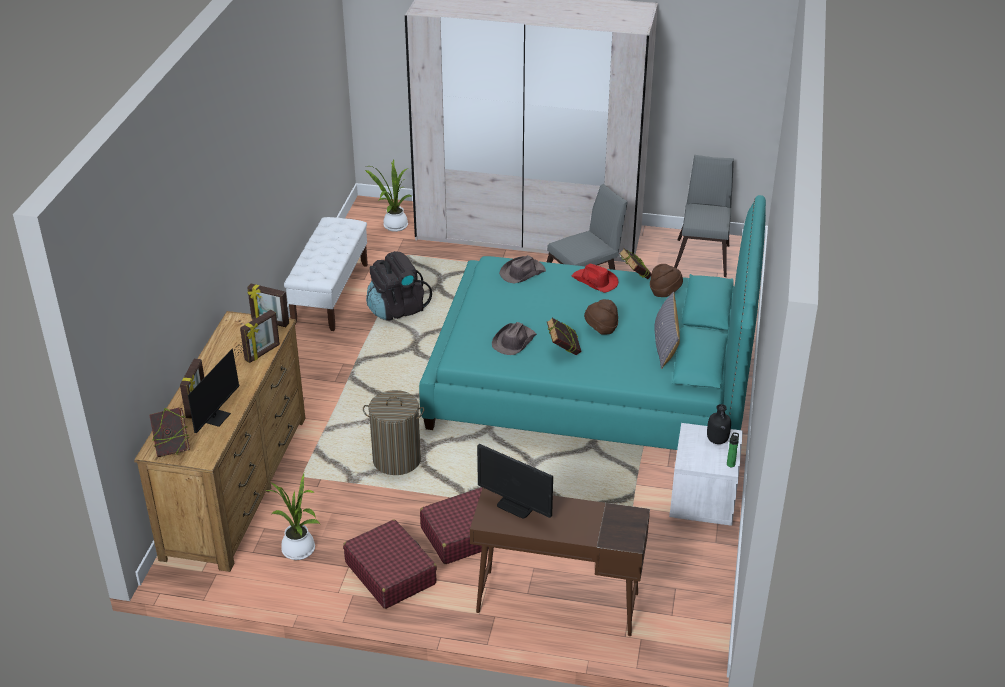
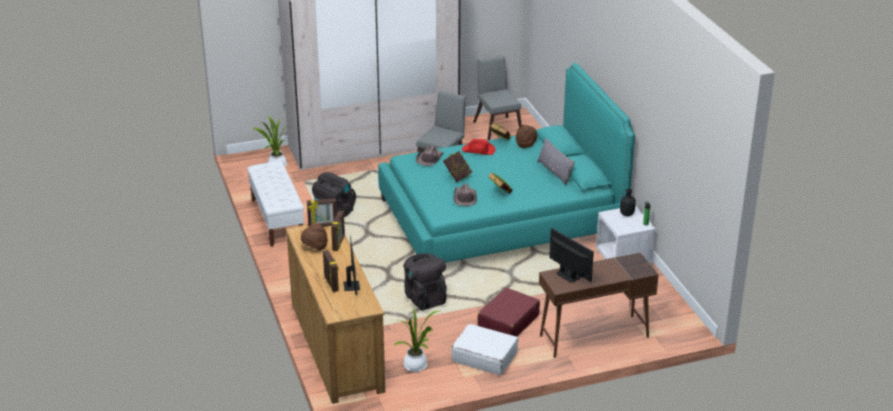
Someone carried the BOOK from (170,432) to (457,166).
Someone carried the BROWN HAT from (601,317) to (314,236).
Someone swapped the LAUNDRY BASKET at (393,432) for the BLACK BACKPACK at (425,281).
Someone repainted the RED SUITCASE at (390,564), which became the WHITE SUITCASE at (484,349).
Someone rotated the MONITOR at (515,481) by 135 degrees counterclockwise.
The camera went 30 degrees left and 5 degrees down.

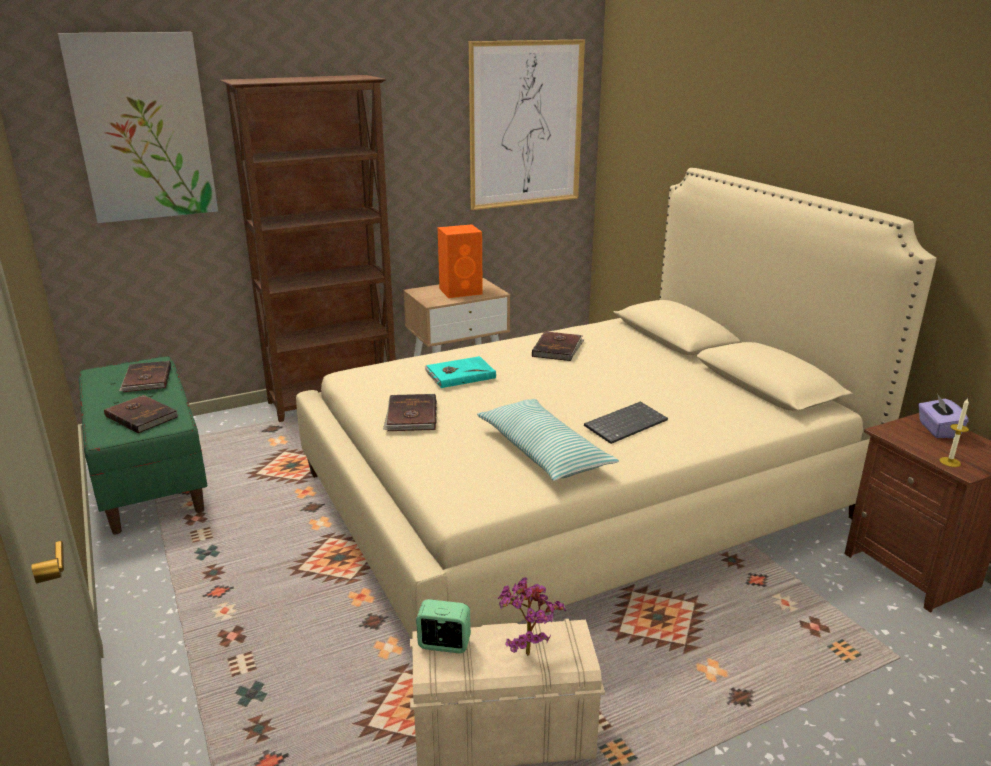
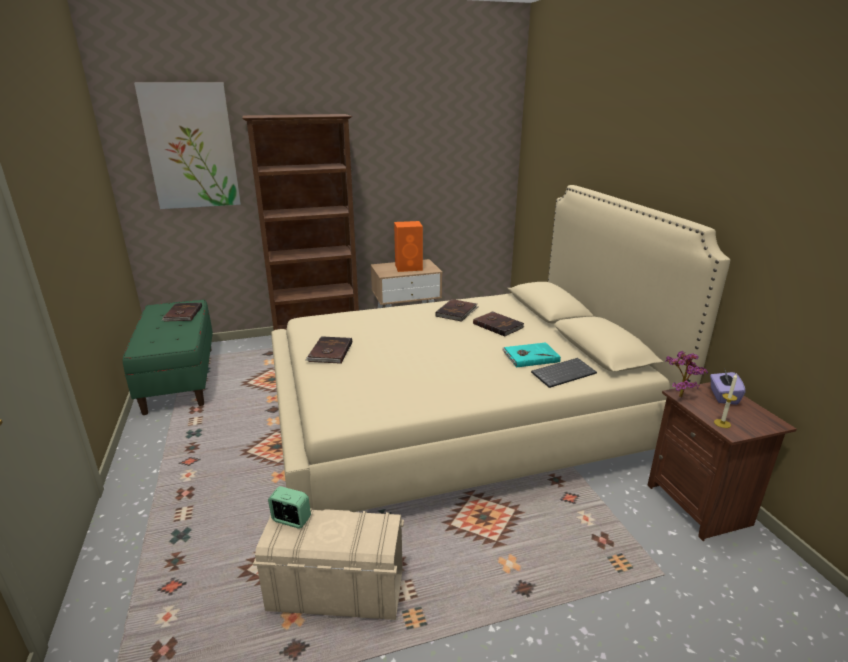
Someone took away the PICTURE at (527,124).
Someone took away the PILLOW at (548,440).
Someone carried the BROWN BOOK from (141,414) to (498,324).
Someone carried the TURQUOISE BOOK from (460,372) to (531,355).
Someone carried the POTTED PLANT from (532,616) to (686,374).
Someone carried the KEYBOARD from (626,422) to (564,373).
The camera went 10 degrees right and 0 degrees up.

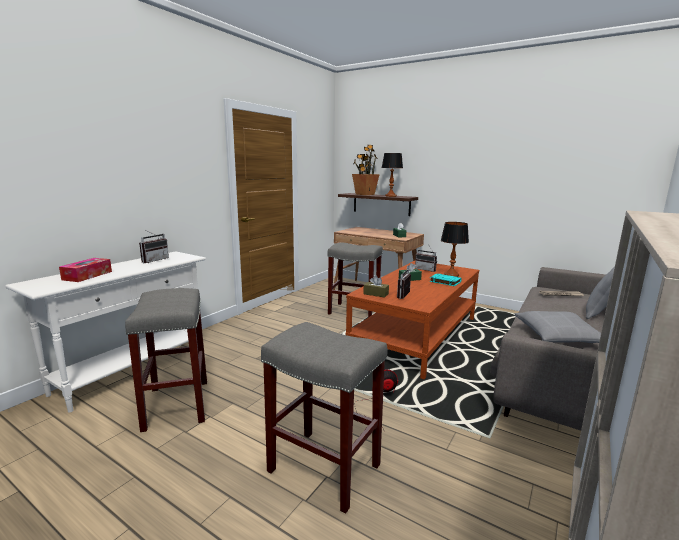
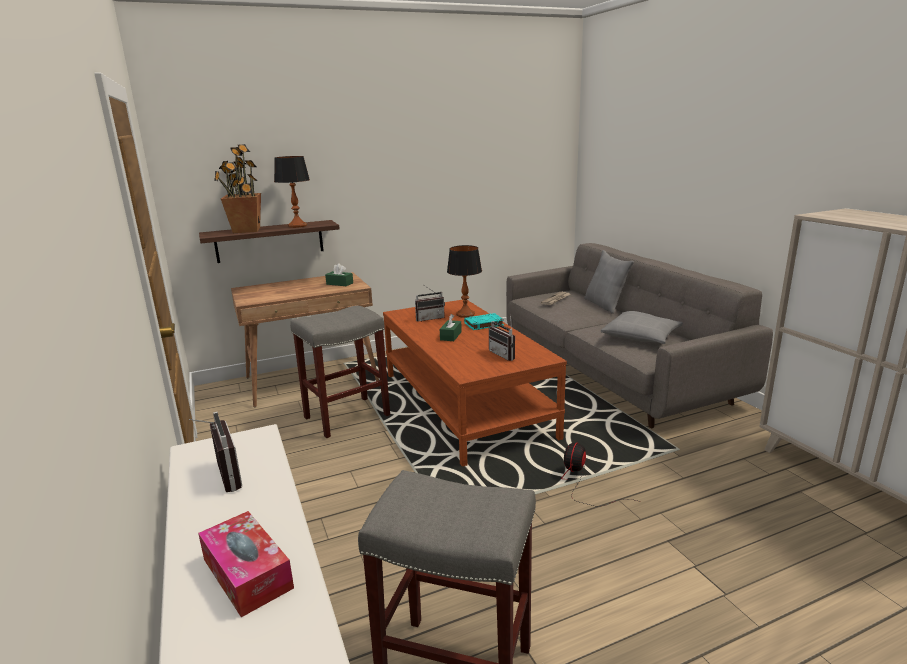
Someone took away the GREY STOOL at (324,418).
Someone took away the BROWN TISSUE BOX at (376,287).
The camera went 55 degrees left and 5 degrees up.

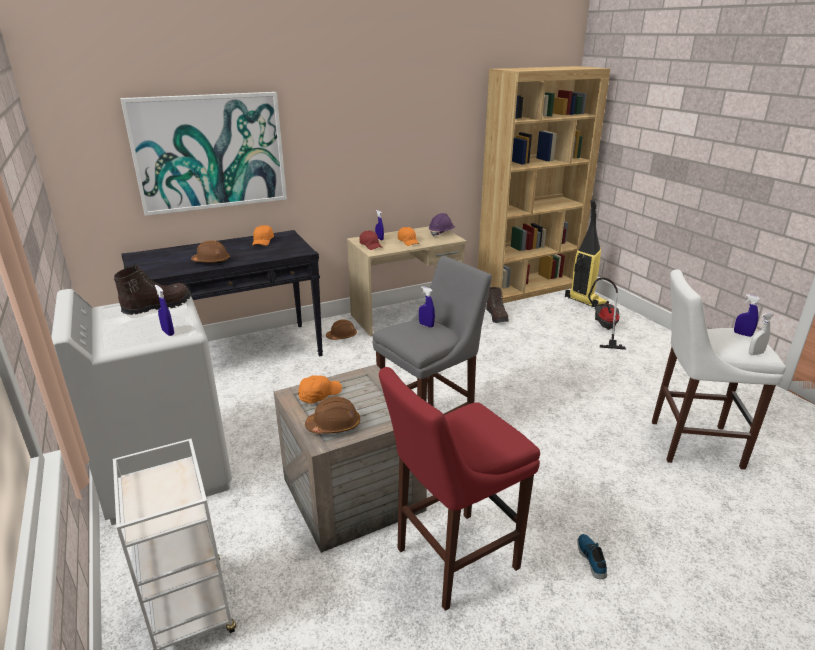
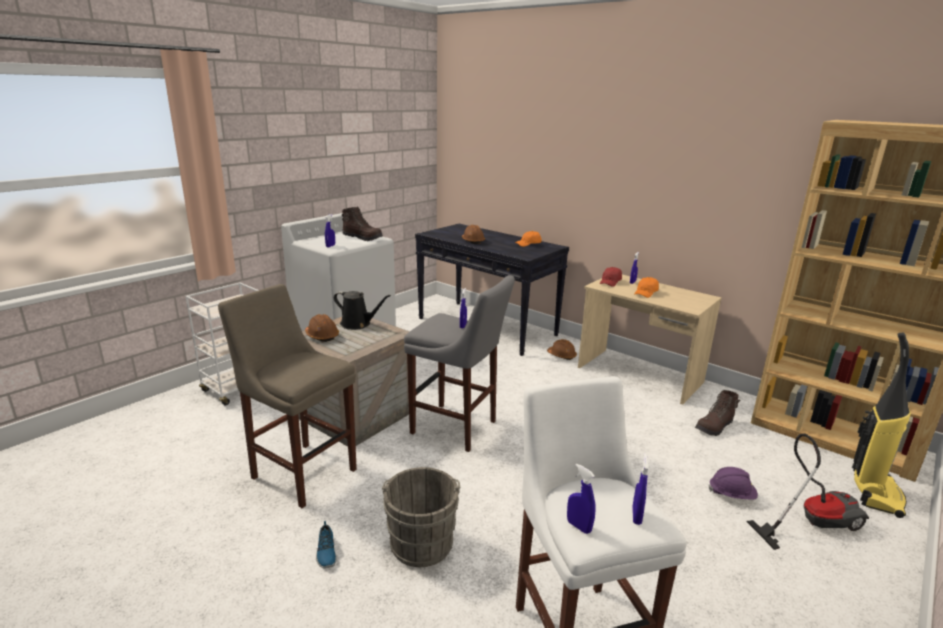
Someone took away the PICTURE at (203,154).
Someone put down the GREY BUCKET at (421,517).
Someone carried the PURPLE HARD HAT from (442,225) to (733,483).
Someone swapped the ORANGE CAP at (320,390) for the BLACK WATERING CAN at (362,310).
Someone repainted the RED STOOL at (459,489), which became the BEIGE STOOL at (287,396).
Someone repainted the WHITE SPRAY BOTTLE at (761,334), which became the BLUE SPRAY BOTTLE at (581,498).
Someone rotated the SHOE at (592,556) by 105 degrees clockwise.
The camera went 65 degrees right and 5 degrees down.

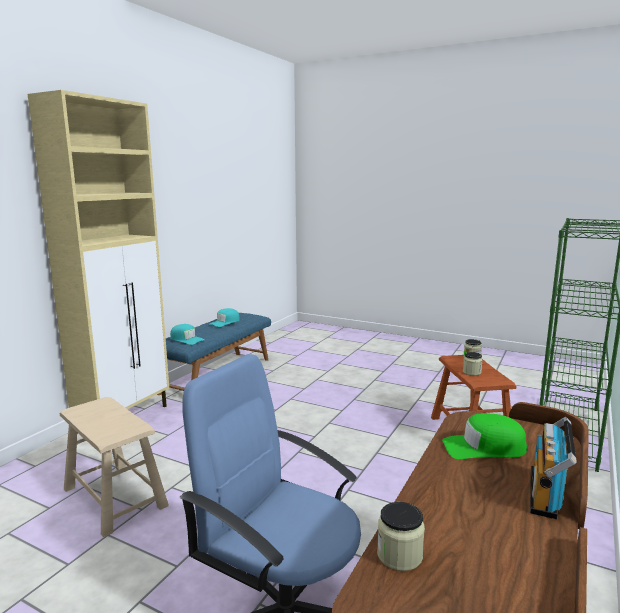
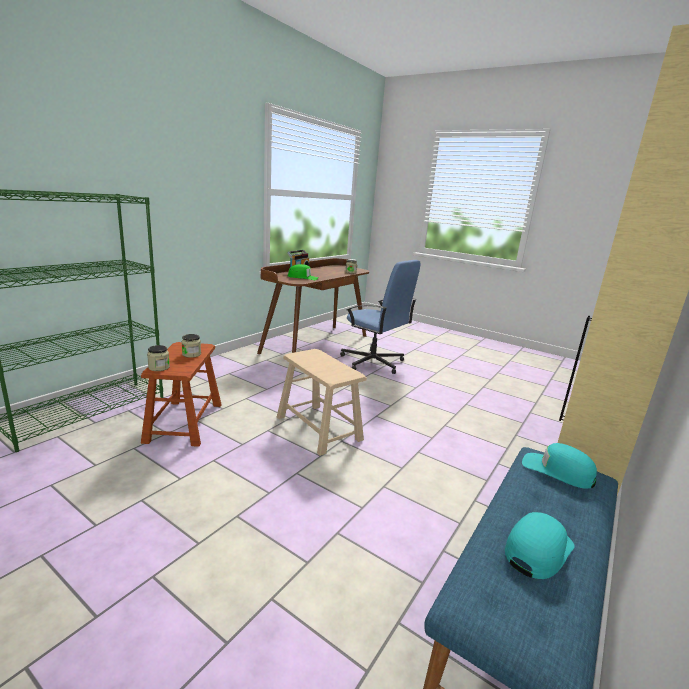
Someone carried the BEIGE STOOL from (114,467) to (322,402).
The camera went 175 degrees left and 5 degrees up.

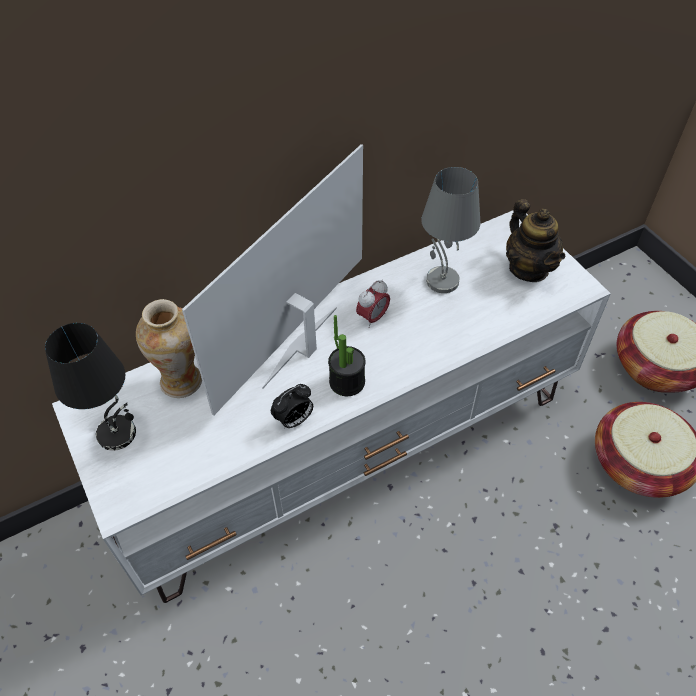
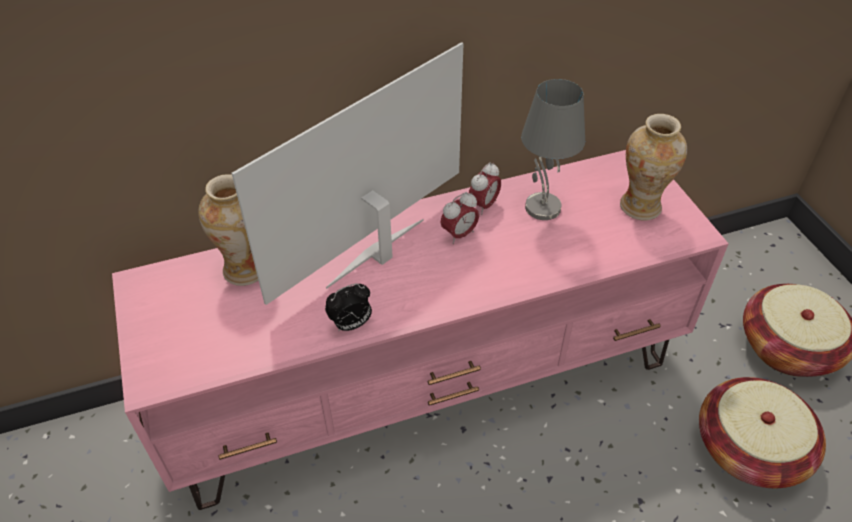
Someone took away the BLACK TABLE LAMP at (90,387).
Someone took away the POTTED PLANT at (347,355).
Someone put down the ALARM CLOCK at (485,188).
Someone swapped the TEAPOT at (535,240) for the VASE at (653,167).
Someone repainted the WHITE TV STAND at (331,406), which became the PINK TV STAND at (420,330).
The camera went 10 degrees right and 5 degrees down.

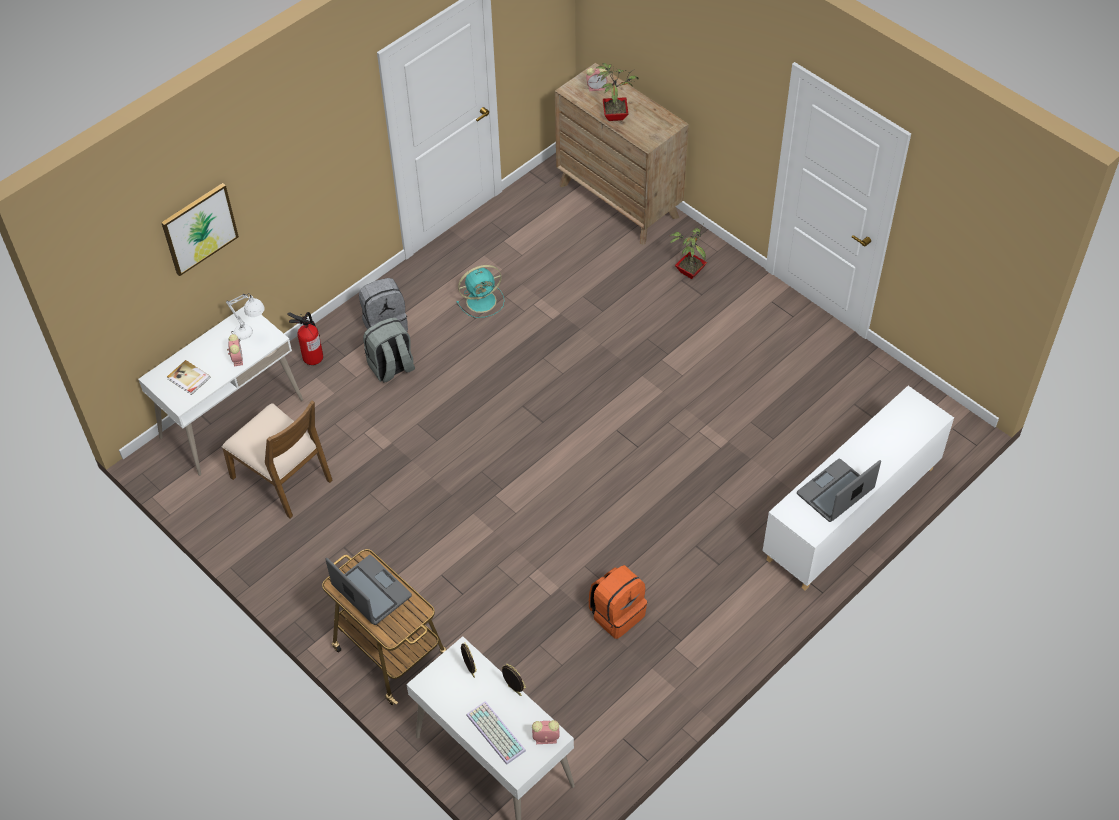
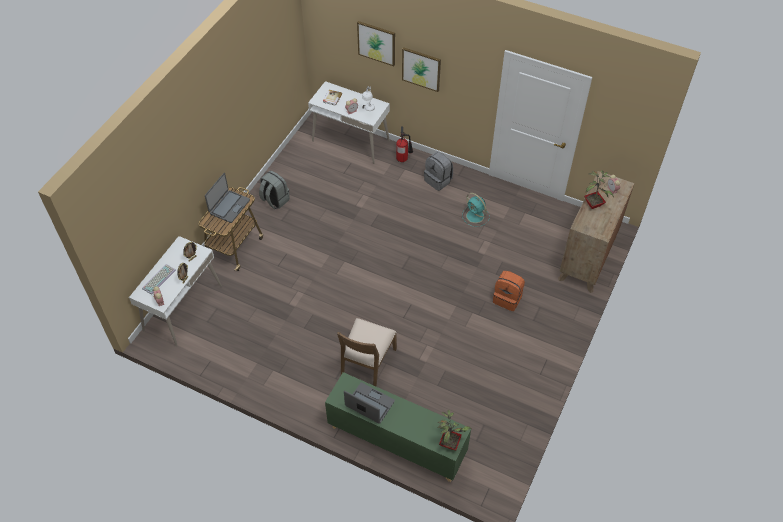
Someone put up the PICTURE at (421,69).
Someone carried the BROWN CHAIR from (277,459) to (367,352).
Someone carried the GREY BACKPACK from (389,350) to (274,190).
Someone carried the ORANGE BACKPACK from (618,602) to (509,291).
Someone carried the POTTED PLANT from (688,251) to (454,430).
Someone repainted the WHITE CABINET at (858,488), which became the GREEN CABINET at (398,427).
The camera went 70 degrees right and 0 degrees up.

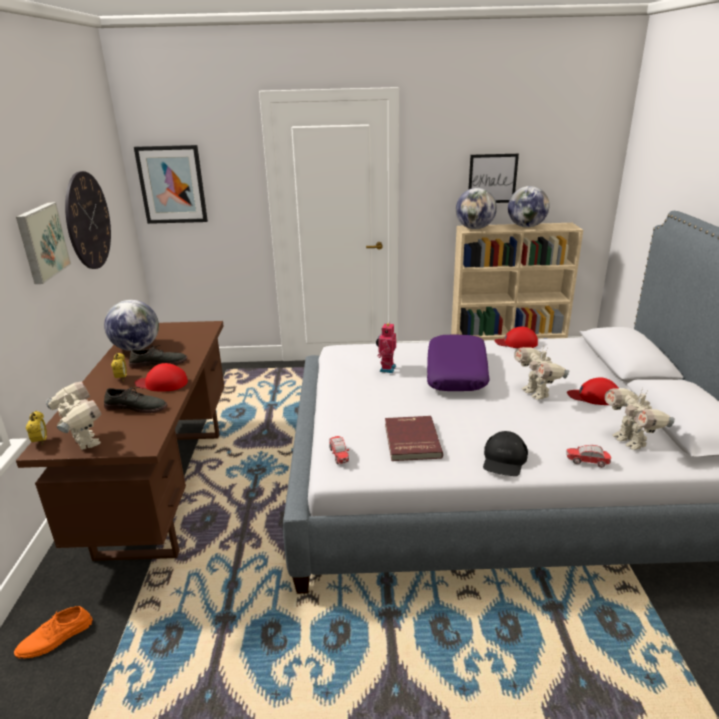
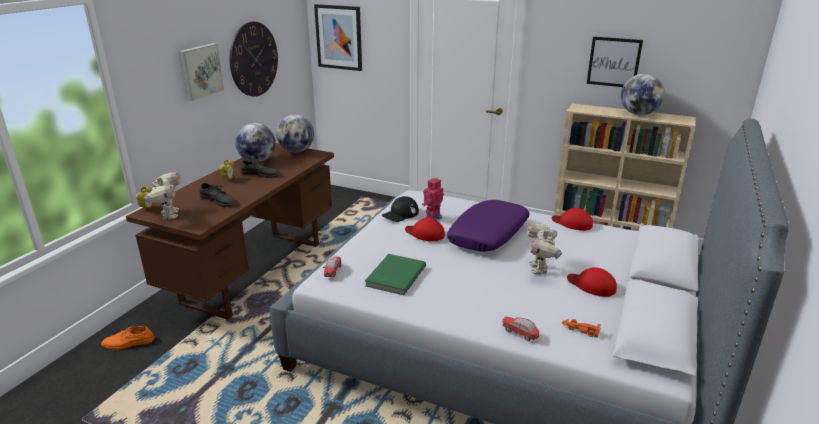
Someone carried the RED CAP from (161,377) to (425,230).
Someone carried the GLOBE from (476,208) to (295,134).
Someone carried the BLACK CAP from (505,453) to (400,209).
Someone swapped the TOY ROBOT at (640,419) for the ORANGE TOY CAR at (581,328).
Someone repainted the RED BOOK at (414,438), which became the GREEN BOOK at (395,274).
The camera went 25 degrees right and 0 degrees up.

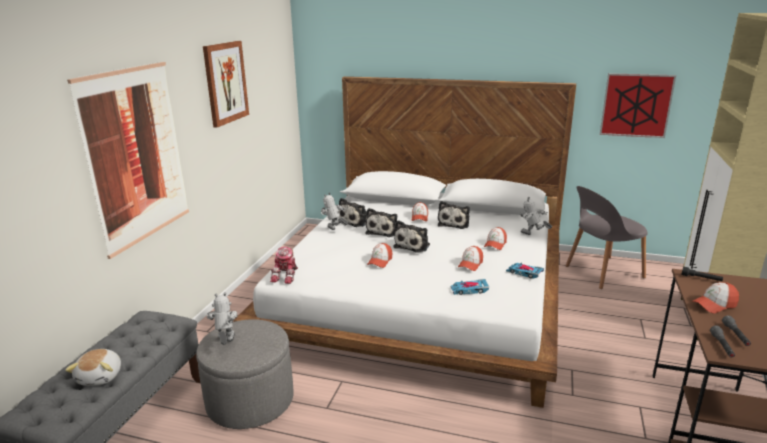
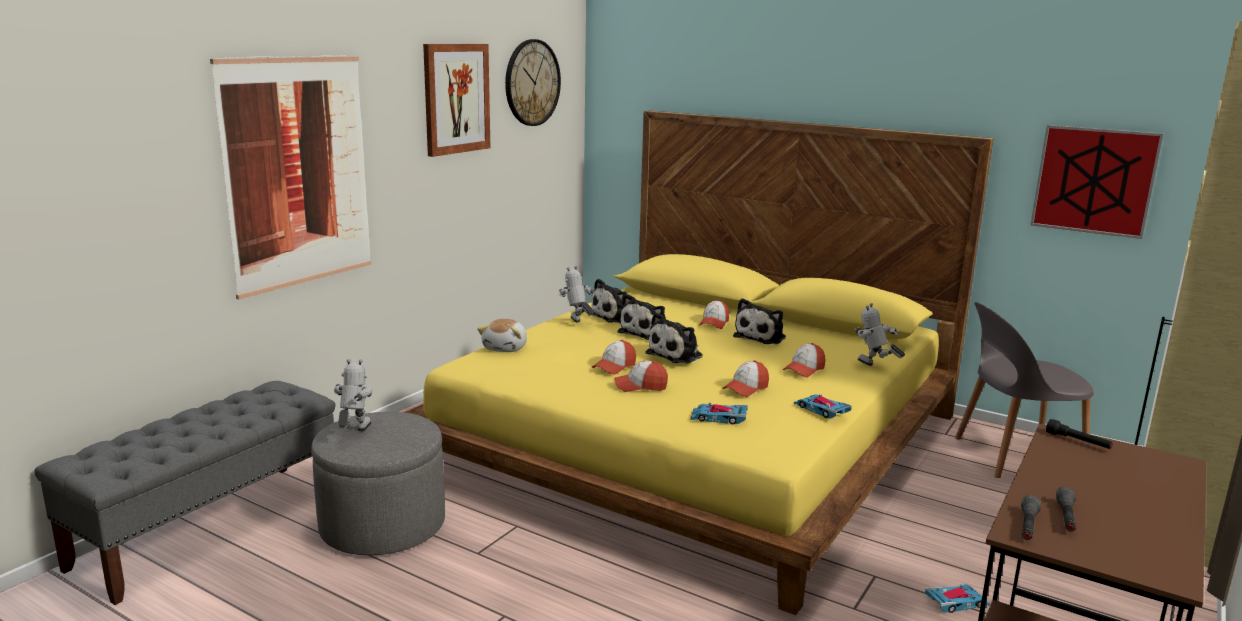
Someone took away the TOY ROBOT at (284,265).
Someone put up the WALL CLOCK at (533,82).
Someone put down the TOY CAR at (957,598).
Someone carried the PLUSH TOY from (93,367) to (502,335).
Someone carried the CAP from (715,297) to (641,376).
Someone repainted the WHITE BED at (404,242), which became the YELLOW BED at (698,362).
The camera went 15 degrees right and 5 degrees down.

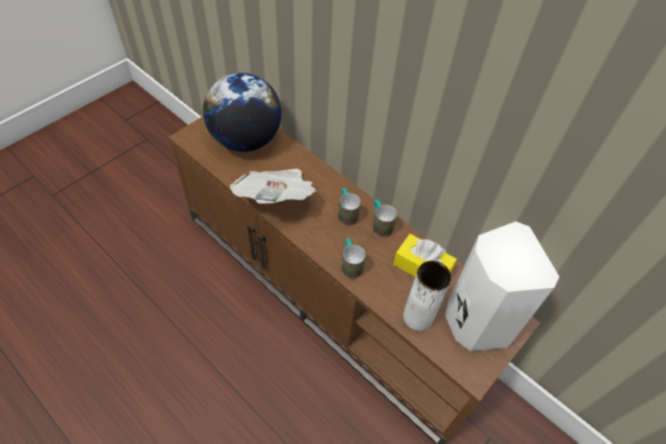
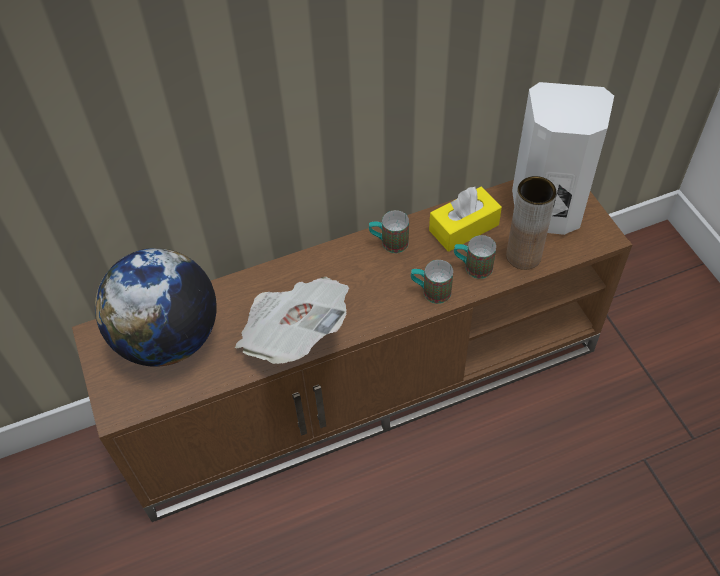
Someone carried the MUG from (349,207) to (475,257).
Someone repainted the WHITE VASE at (427,296), which became the BROWN VASE at (531,223).
The camera went 60 degrees left and 0 degrees up.

